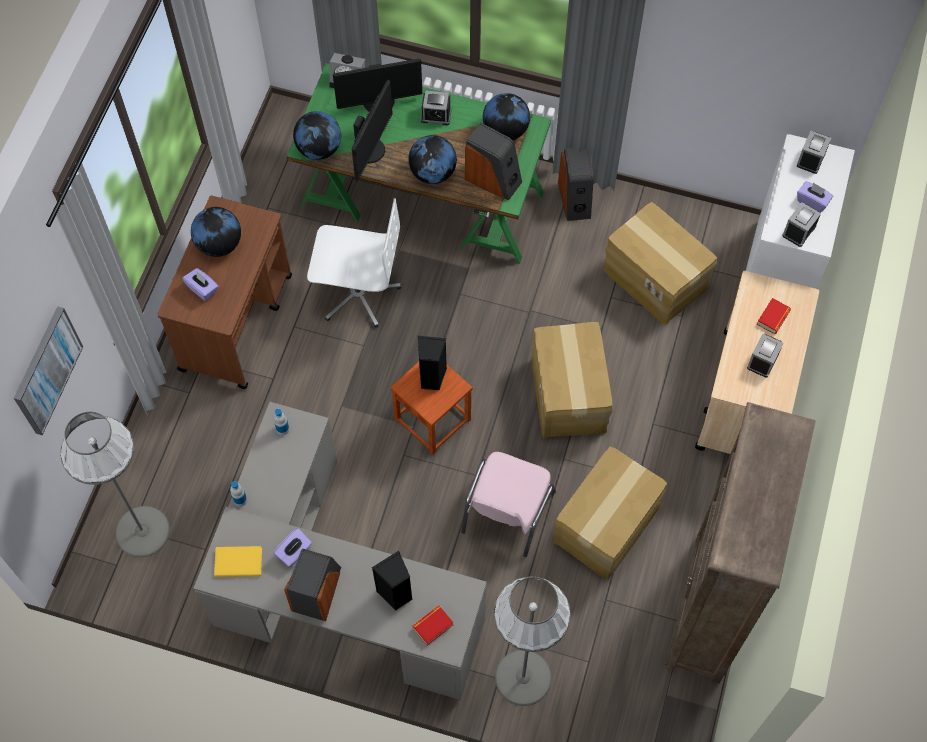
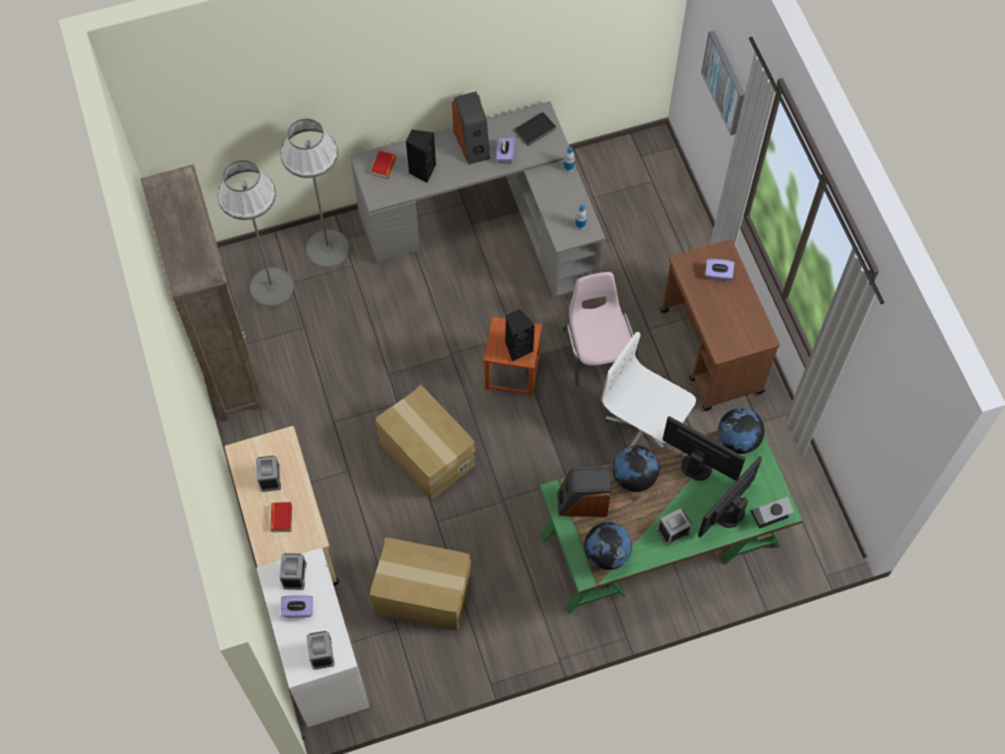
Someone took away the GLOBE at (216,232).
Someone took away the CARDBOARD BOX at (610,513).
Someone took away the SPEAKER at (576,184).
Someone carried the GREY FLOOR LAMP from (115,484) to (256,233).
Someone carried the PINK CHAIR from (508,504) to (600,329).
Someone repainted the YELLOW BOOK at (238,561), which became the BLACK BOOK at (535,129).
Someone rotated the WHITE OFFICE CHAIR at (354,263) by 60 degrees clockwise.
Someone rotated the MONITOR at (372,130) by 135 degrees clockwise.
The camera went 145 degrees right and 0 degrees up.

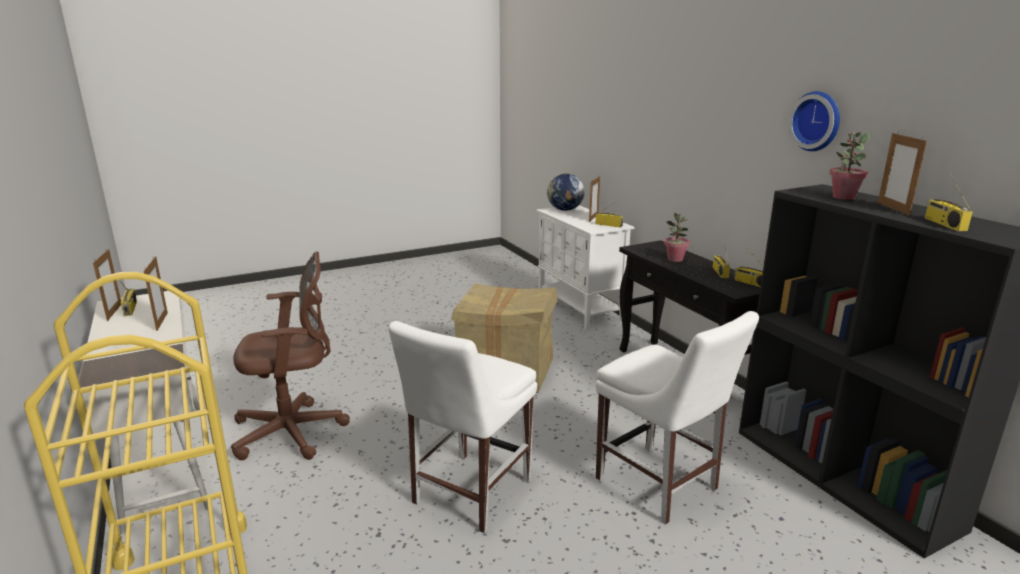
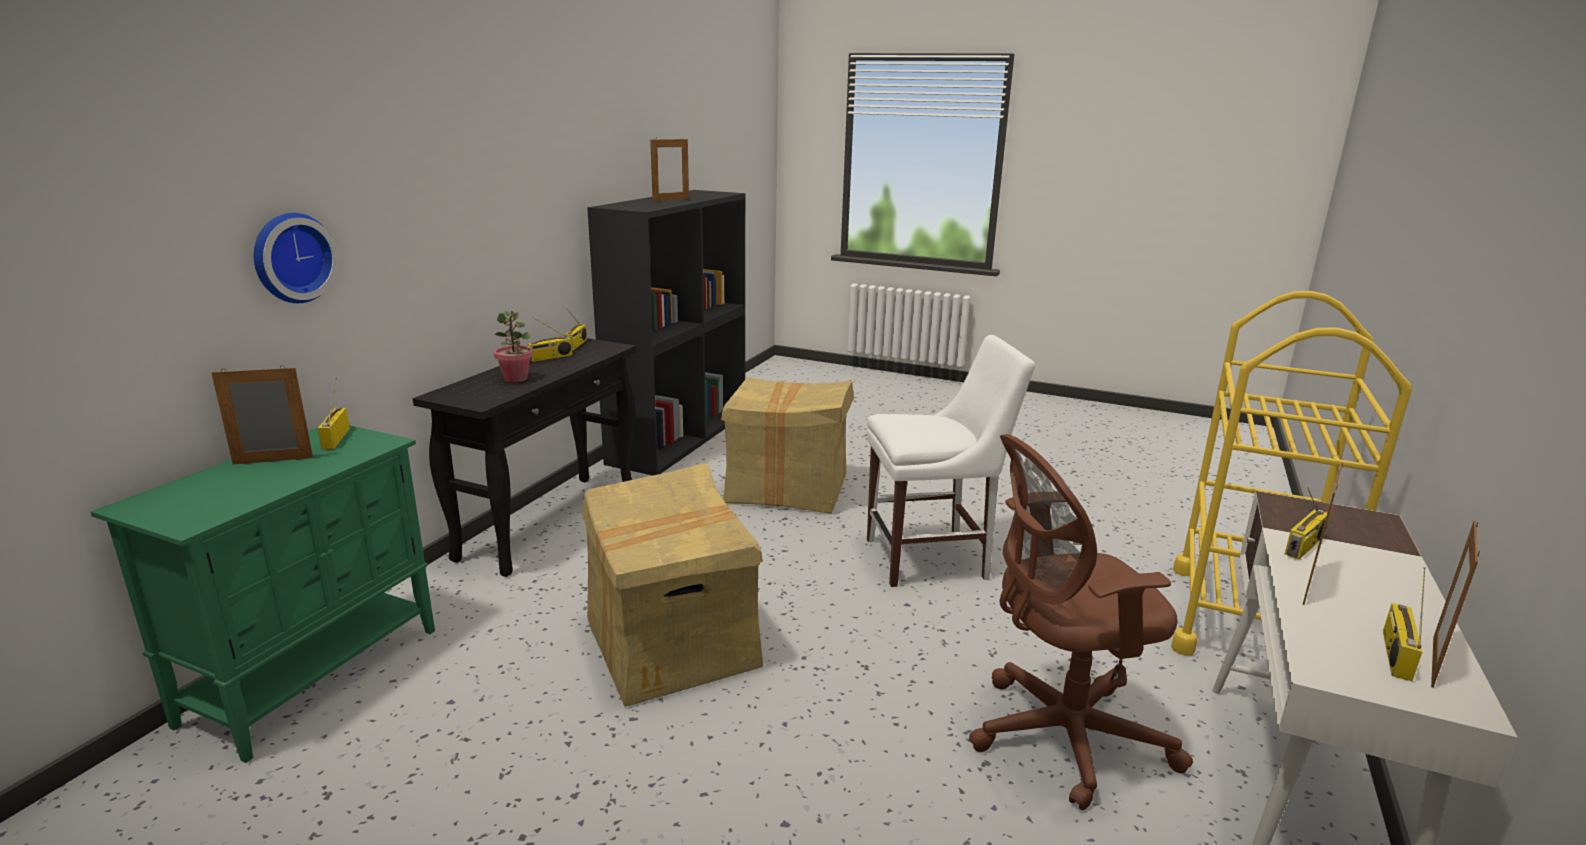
Someone took away the GLOBE at (566,192).
Someone took away the POTTED PLANT at (849,166).
Someone carried the WALL CLOCK from (814,121) to (296,258).
Someone carried the RADIO from (949,201) to (1307,523).
Someone swapped the WHITE CHAIR at (677,418) for the CARDBOARD BOX at (787,445).
Someone repainted the WHITE CABINET at (585,267), which became the GREEN CABINET at (263,594).
Someone rotated the BROWN OFFICE CHAIR at (290,355) by 45 degrees counterclockwise.
The camera went 130 degrees left and 0 degrees up.

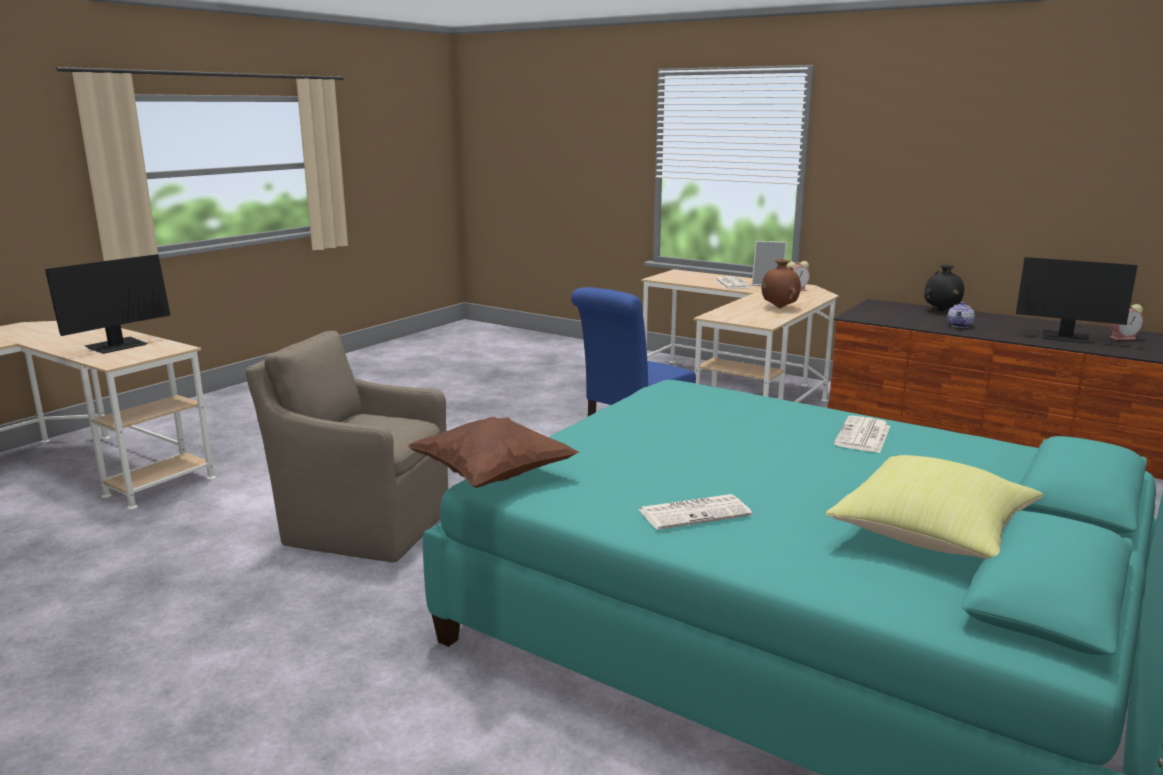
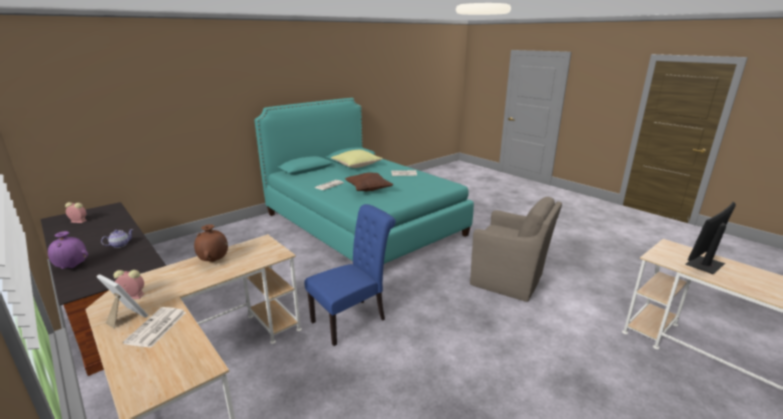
Someone took away the MONITOR at (1077,300).
Someone carried the BROWN PILLOW from (494,452) to (369,182).
Someone repainted the BLACK VASE at (944,288), which became the PURPLE VASE at (68,250).
The camera went 165 degrees left and 5 degrees up.

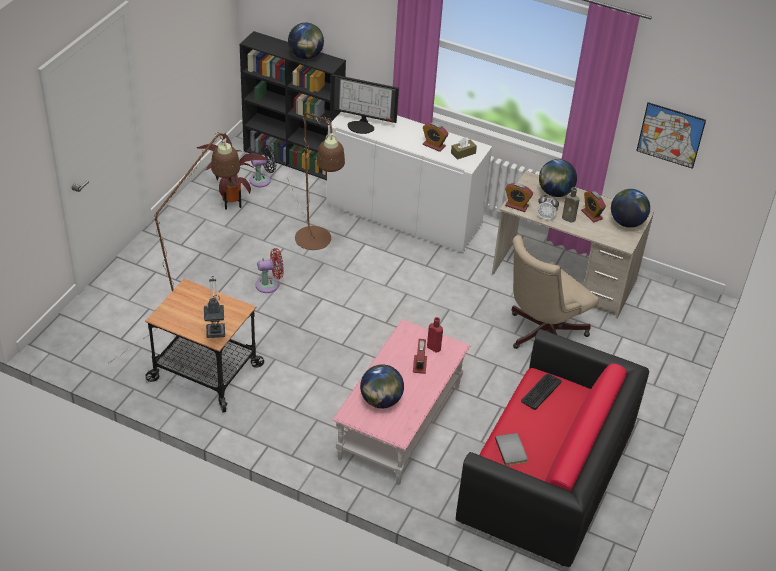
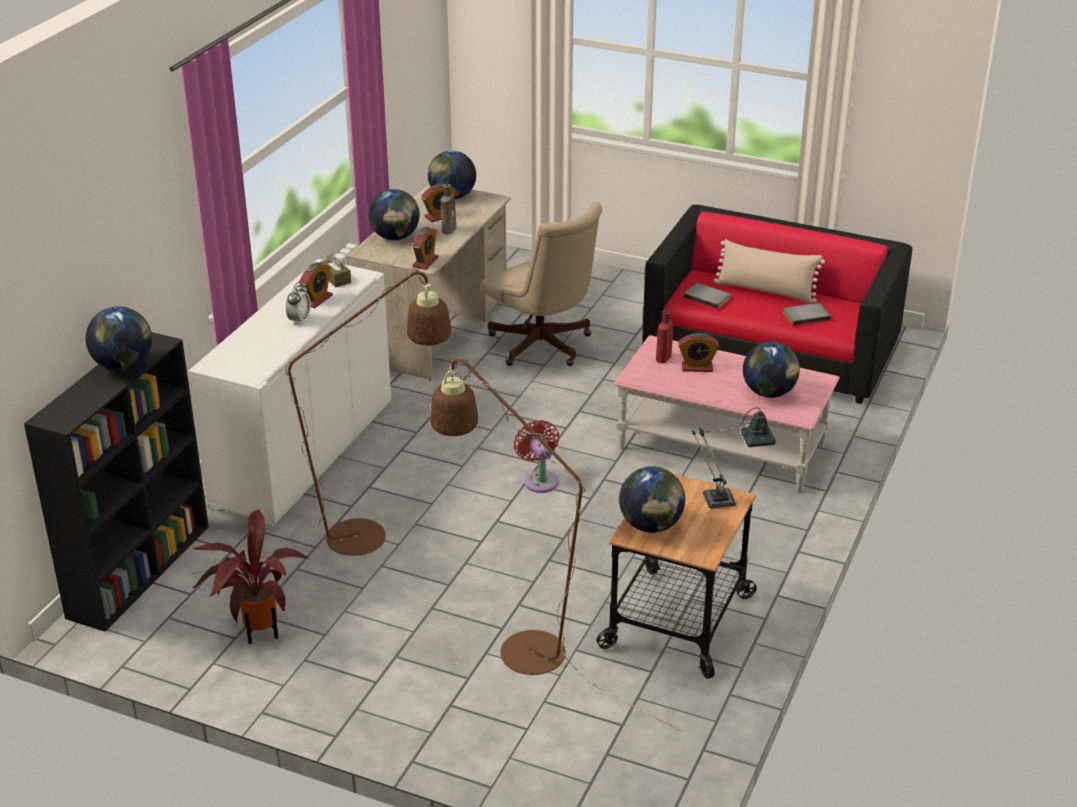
Someone took away the BLACK FAN at (262,166).
Someone took away the MONITOR at (365,104).
Someone took away the PICTURE at (671,135).
Someone put down the GLOBE at (652,499).
Someone put down the BEIGE PILLOW at (769,271).
Someone carried the RED FAN from (269,270) to (536,456).
Someone carried the ALARM CLOCK from (548,207) to (298,303).
Someone swapped the KEYBOARD at (541,392) for the GREY BOOK at (707,296).
The camera went 90 degrees left and 10 degrees down.

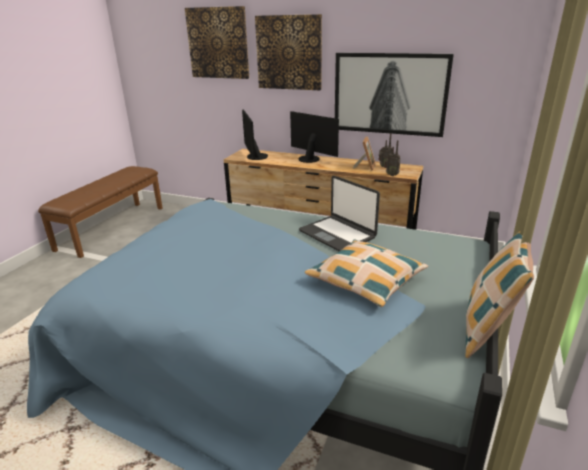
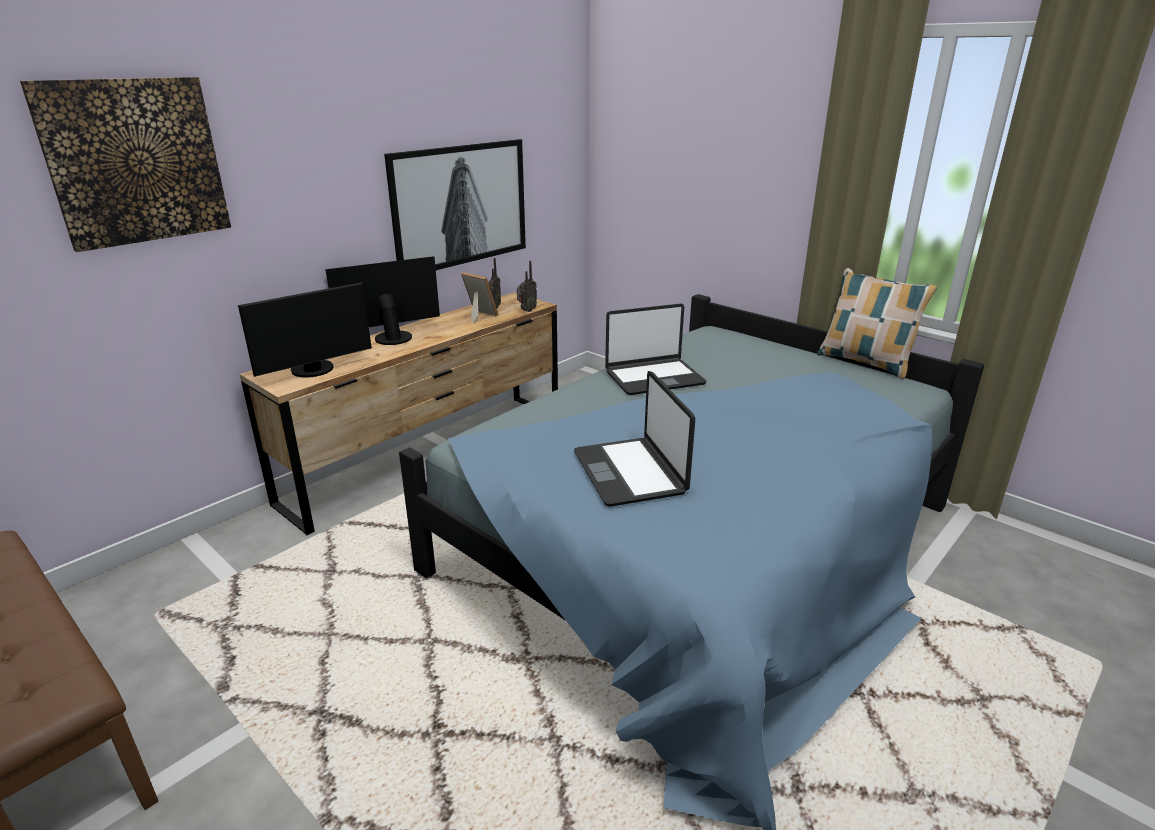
Someone took away the PICTURE at (288,52).
Someone took away the PILLOW at (366,273).
Someone put down the LAPTOP at (634,439).
Someone rotated the MONITOR at (255,134) by 45 degrees counterclockwise.
The camera went 70 degrees left and 0 degrees up.

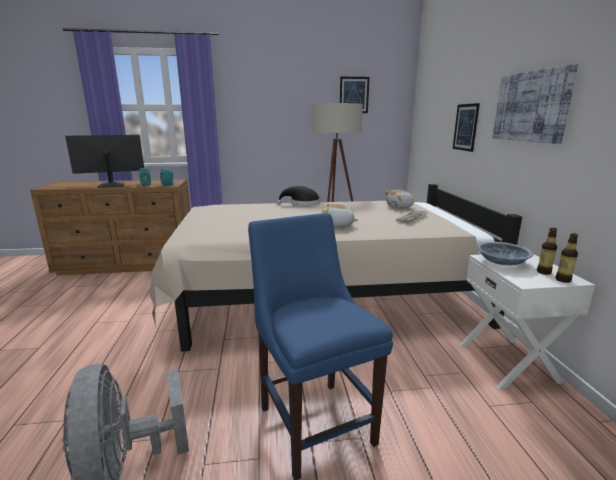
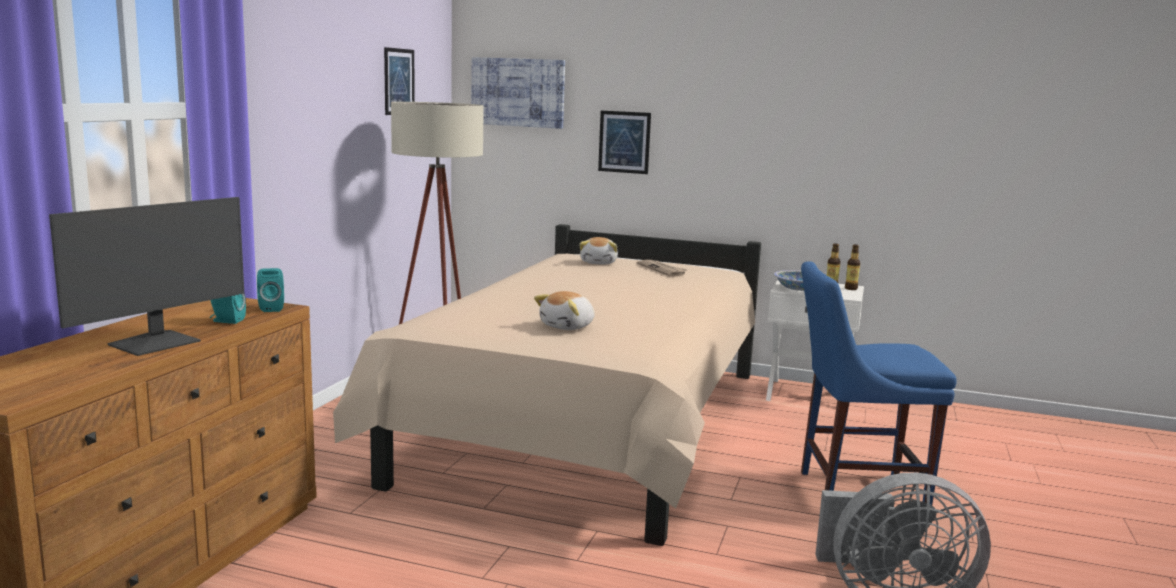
Someone took away the BLACK HAT at (298,196).
Someone carried the PLUSH TOY from (340,215) to (564,310).
Someone carried the PICTURE from (535,104) to (518,93).
Someone rotated the MONITOR at (104,161) by 150 degrees counterclockwise.
The camera went 65 degrees left and 5 degrees down.

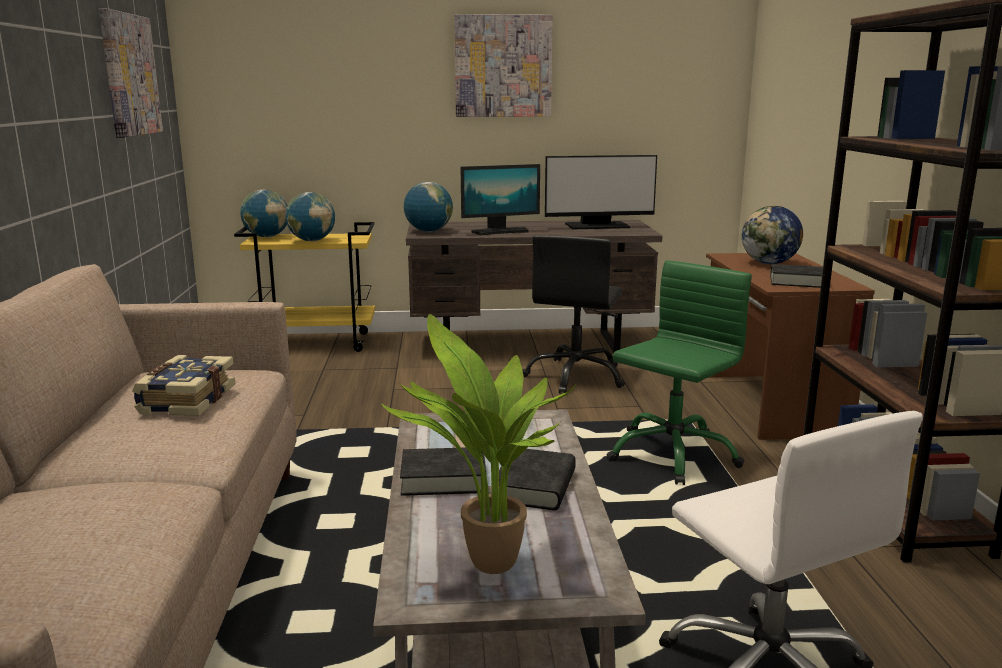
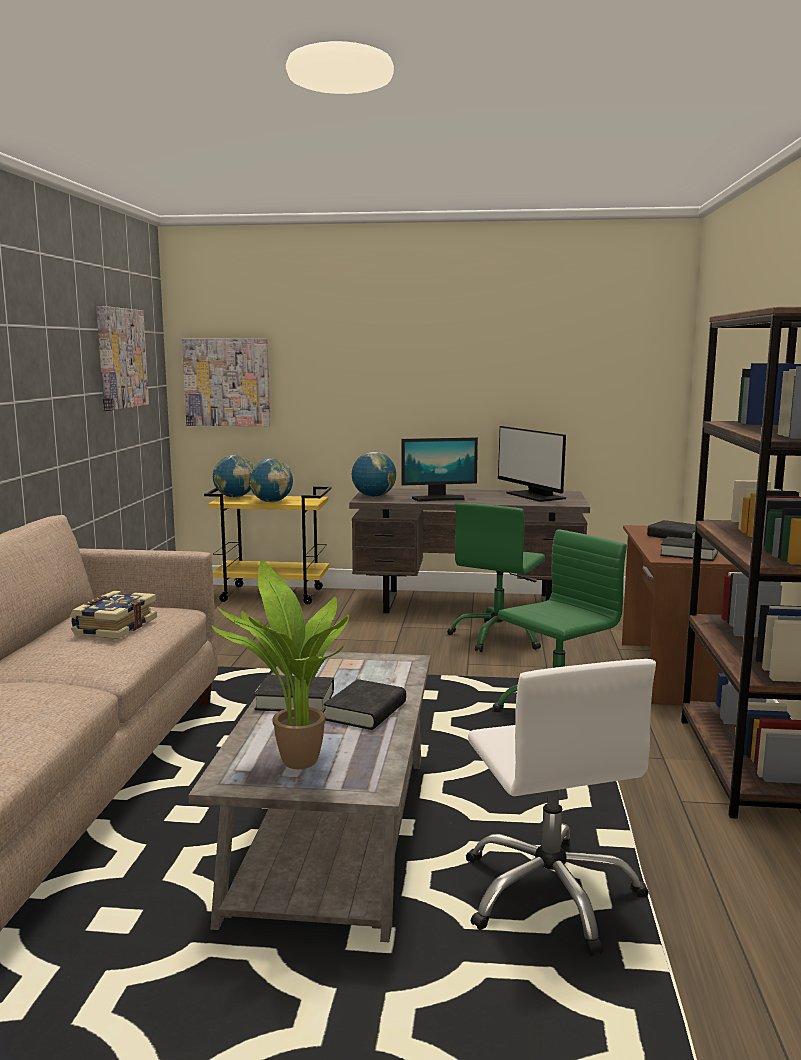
Someone carried the PICTURE from (503,65) to (226,382).
Someone swapped the GLOBE at (772,235) for the BLACK BOOK at (675,529).
Someone repainted the BLACK OFFICE CHAIR at (573,314), which became the GREEN OFFICE CHAIR at (496,577).
Someone rotated the MONITOR at (601,192) by 60 degrees clockwise.
The camera went 10 degrees right and 5 degrees down.

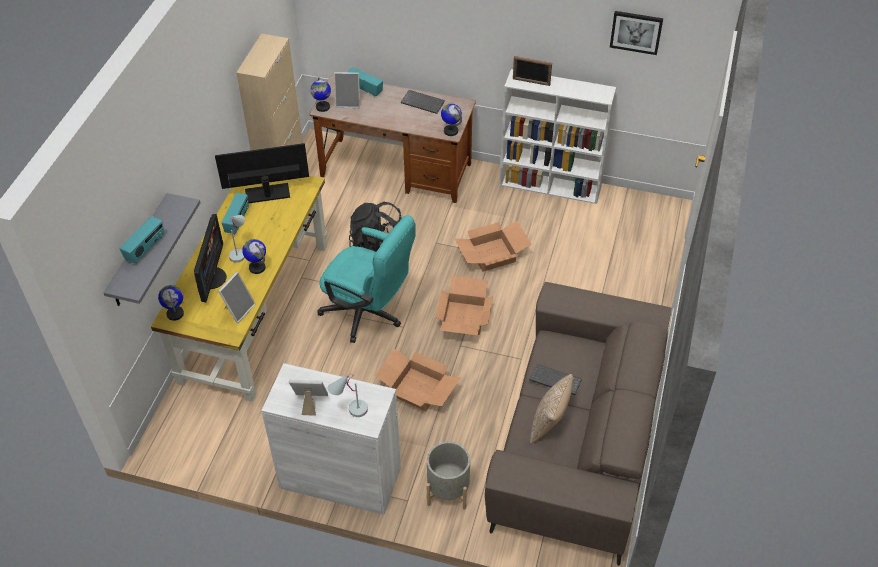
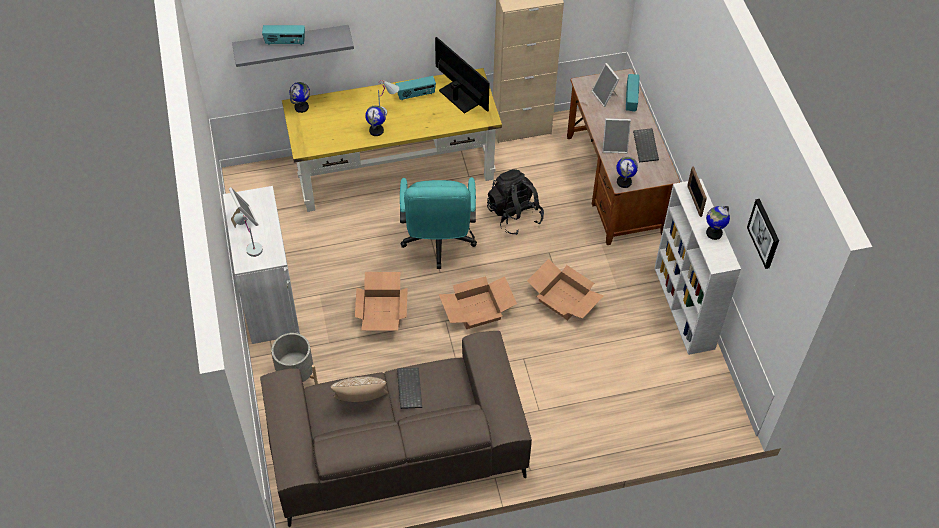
Someone took away the MONITOR at (210,258).
Someone carried the PICTURE FRAME from (237,297) to (616,135).
Someone carried the GLOBE from (321,94) to (718,223).
The camera went 60 degrees right and 5 degrees up.

